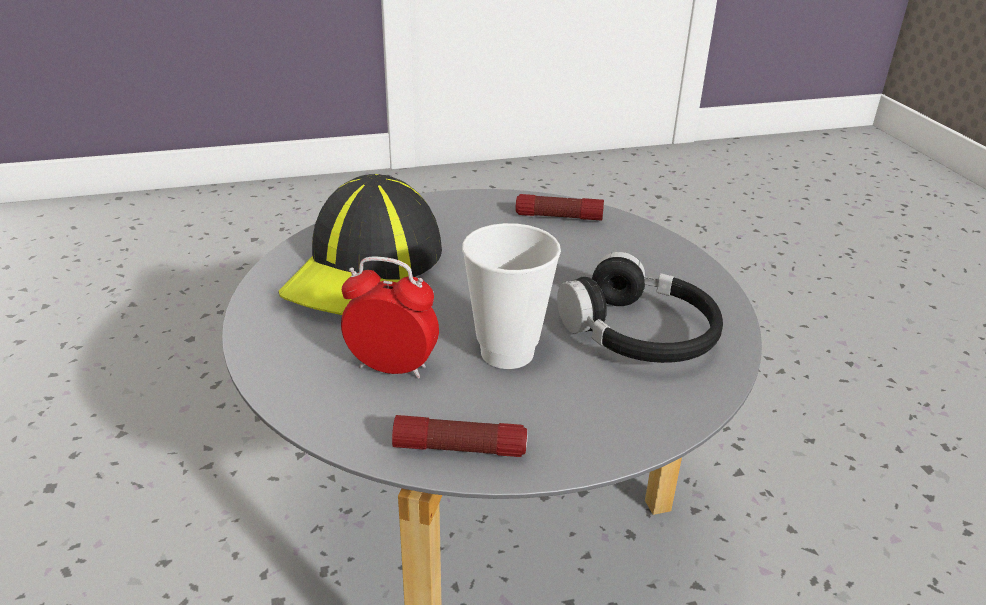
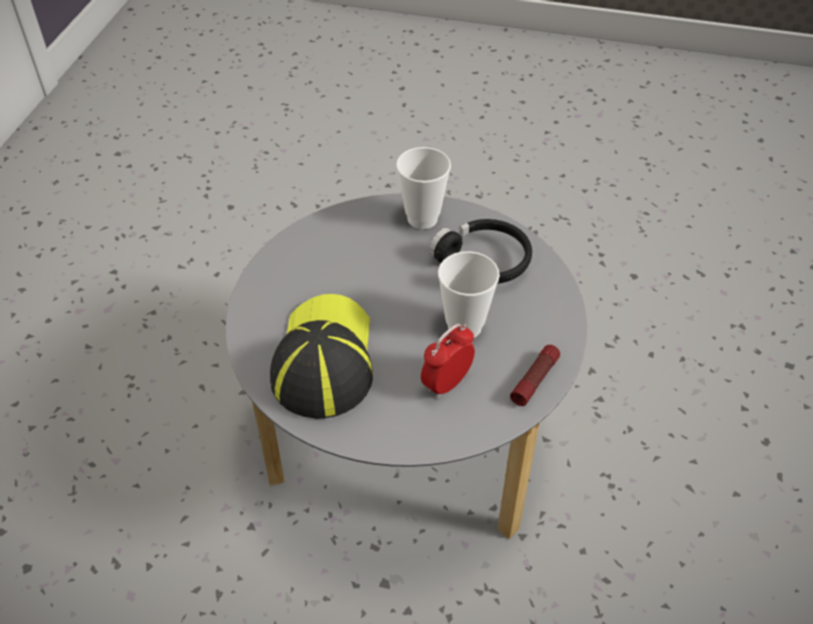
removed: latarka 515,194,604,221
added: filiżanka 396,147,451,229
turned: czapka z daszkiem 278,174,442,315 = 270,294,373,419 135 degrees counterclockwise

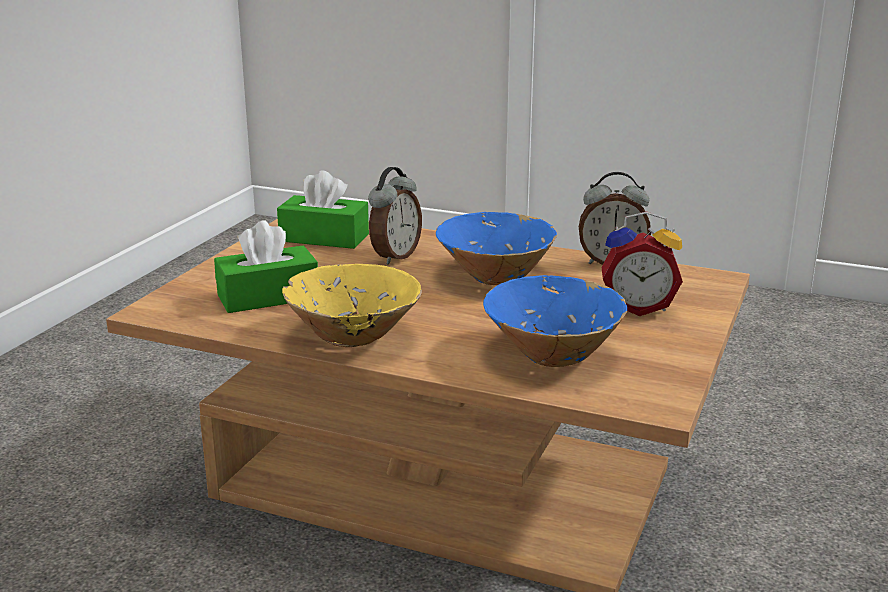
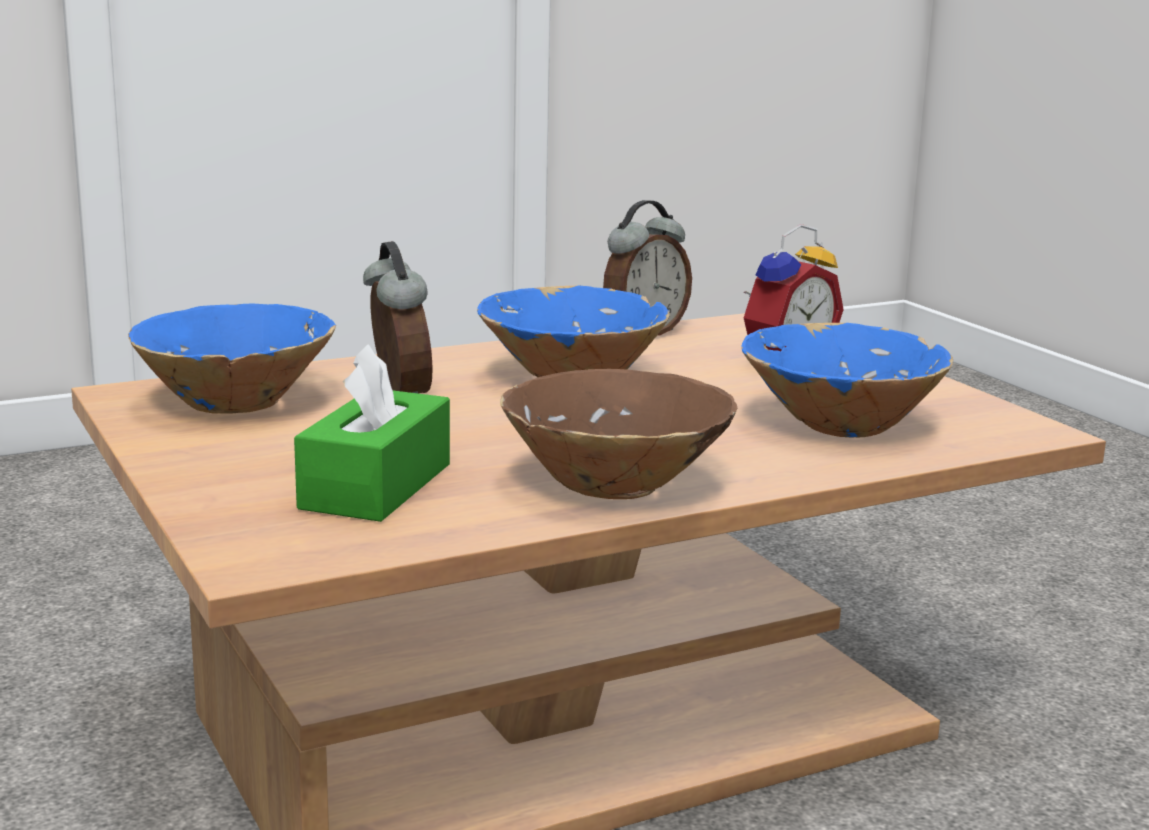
replaced: pudełko chusteczek/zielony 277,170,369,249 to miska/niebieski 128,303,336,414
recoloured: miska/żółty 282,264,422,347 to miska/brązowy 500,369,737,499

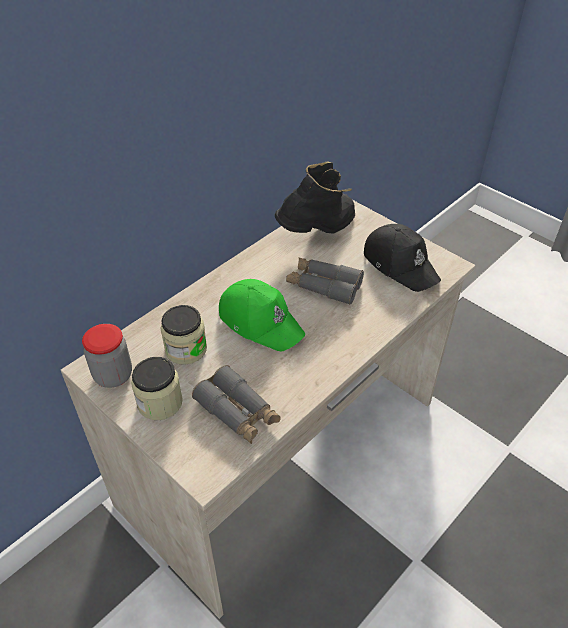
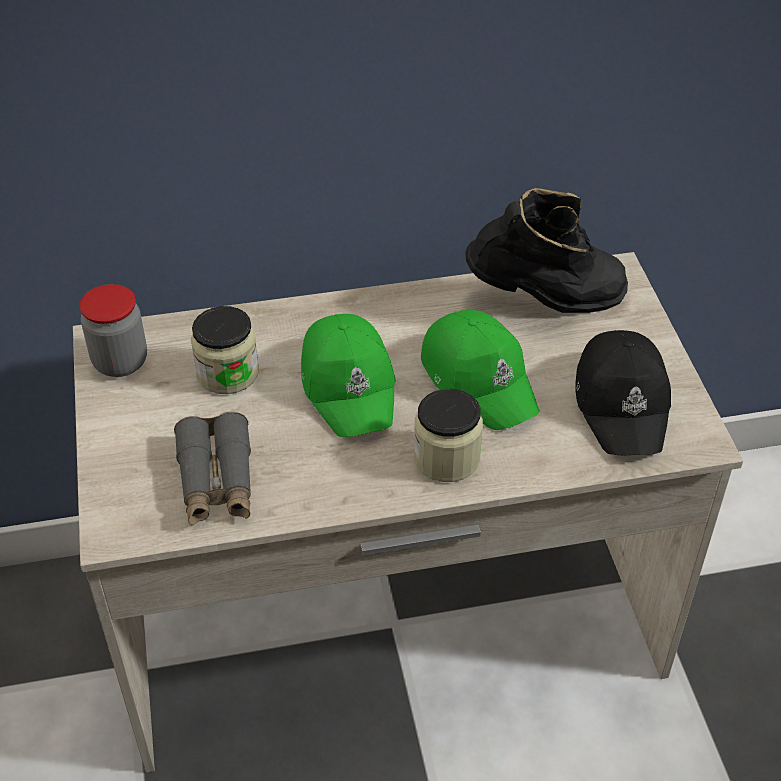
moved: słoik 131,357,183,420 to 414,389,483,482
replaced: lornetka/szary 286,257,364,305 to czapka z daszkiem/zielony 421,310,539,430

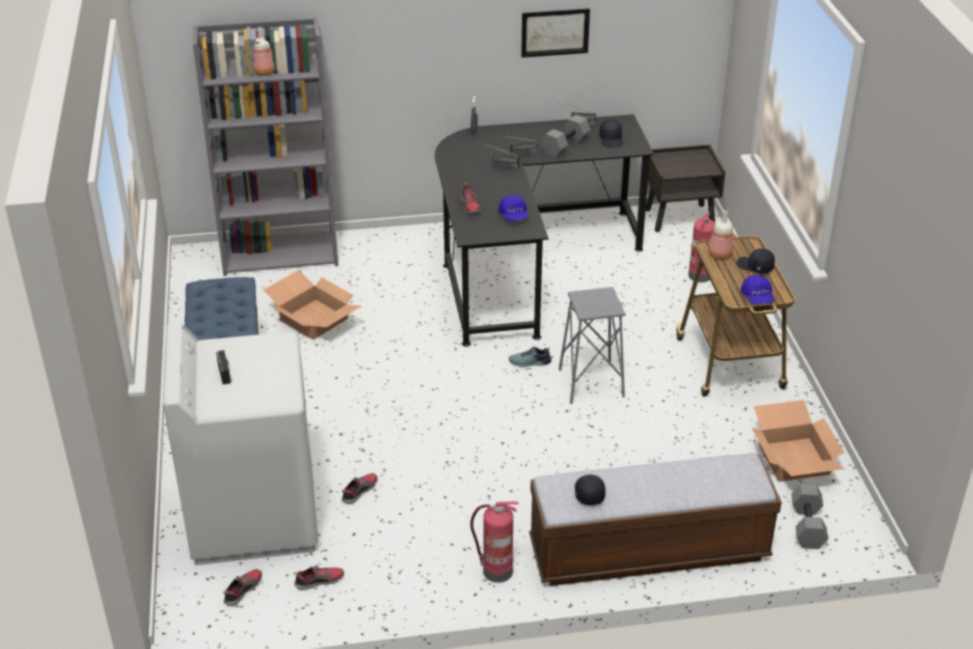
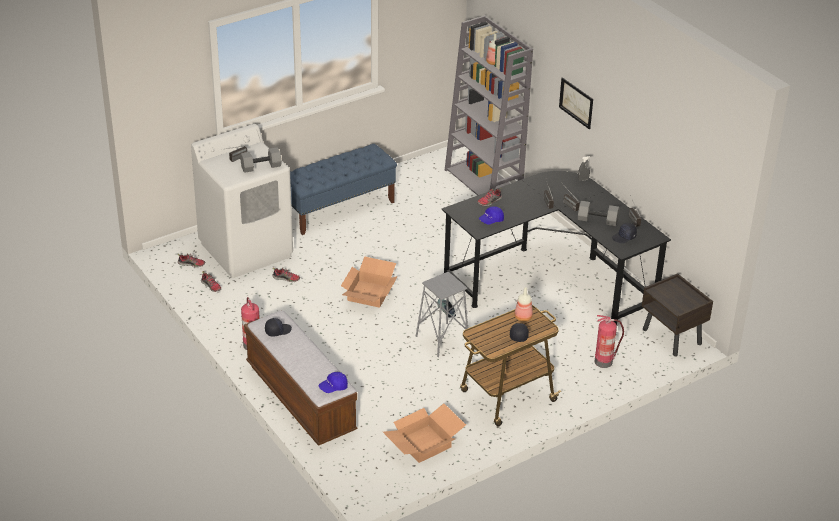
moved: karton 264,270,361,340 to 341,256,398,308; obraz 521,8,590,58 to 559,77,593,129; czapka z daszkiem/niebieski 741,275,774,304 to 319,372,348,393; hantel/szary 791,484,828,549 to 240,147,282,173

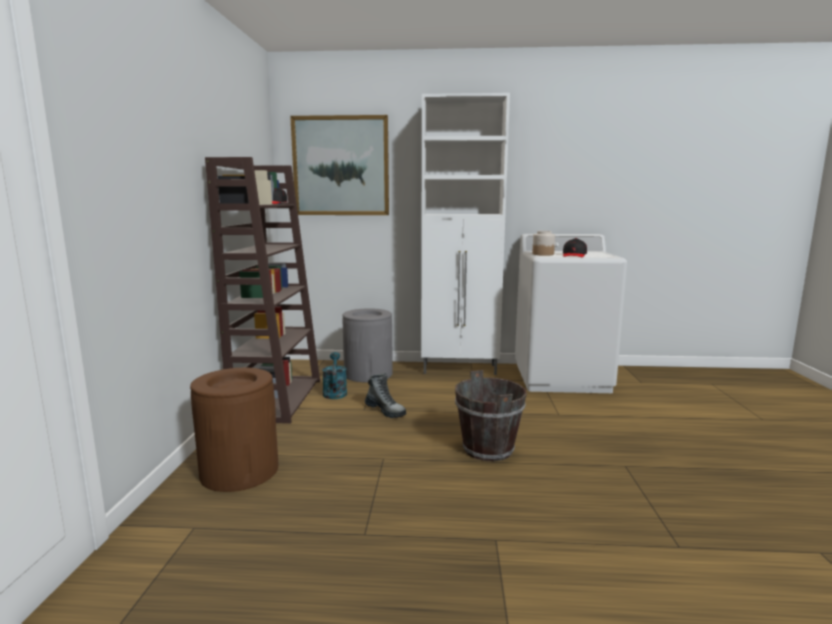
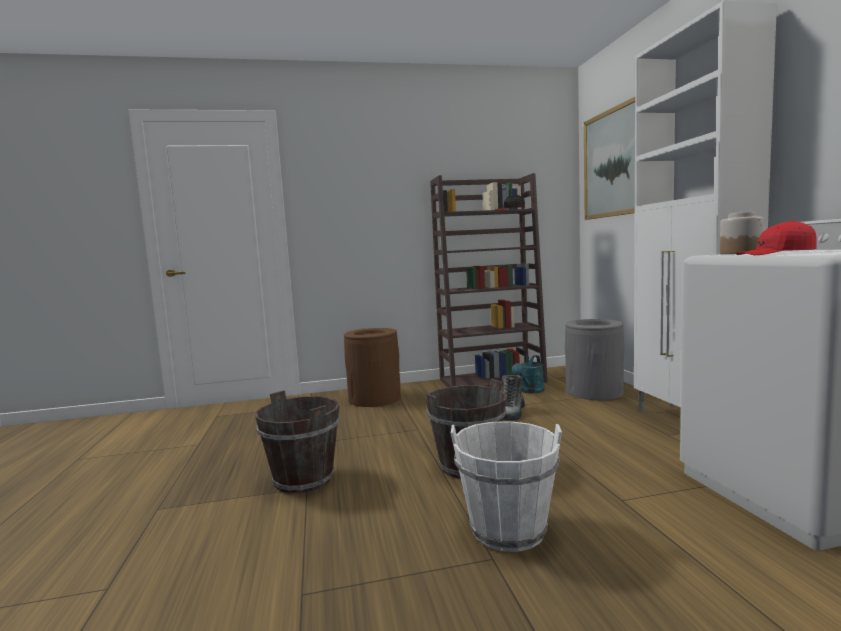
added: wiadro/brązowy 255,391,340,494; wiadro/biały 451,422,562,552
recoloured: czapka z daszkiem/czarny 563,238,587,257 to czapka z daszkiem/czerwony 736,220,817,255
turned: konewka/turkusowy 322,352,347,399 = 512,355,545,394 150 degrees clockwise

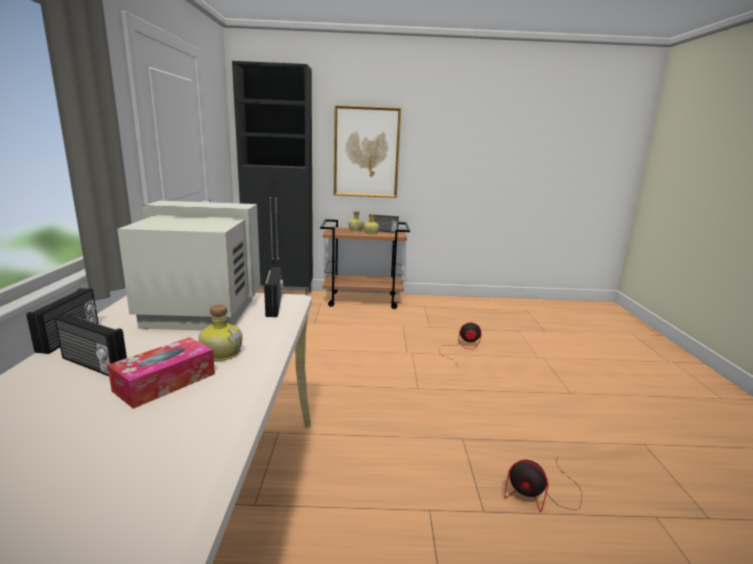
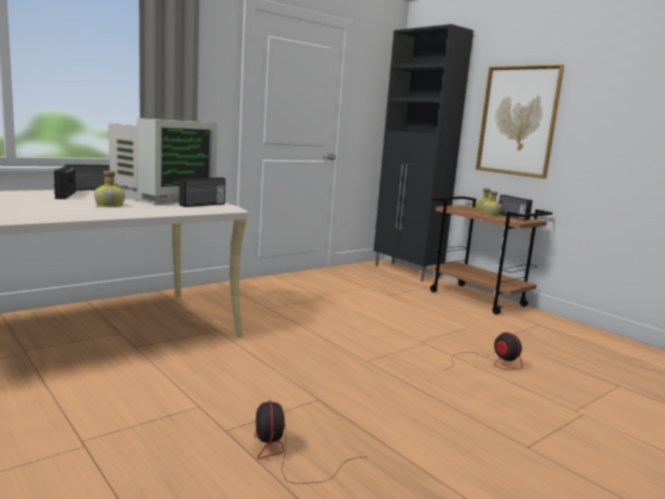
removed: pudełko chusteczek 107,337,215,409
turned: monitor 117,201,261,330 = 109,118,218,205 75 degrees clockwise

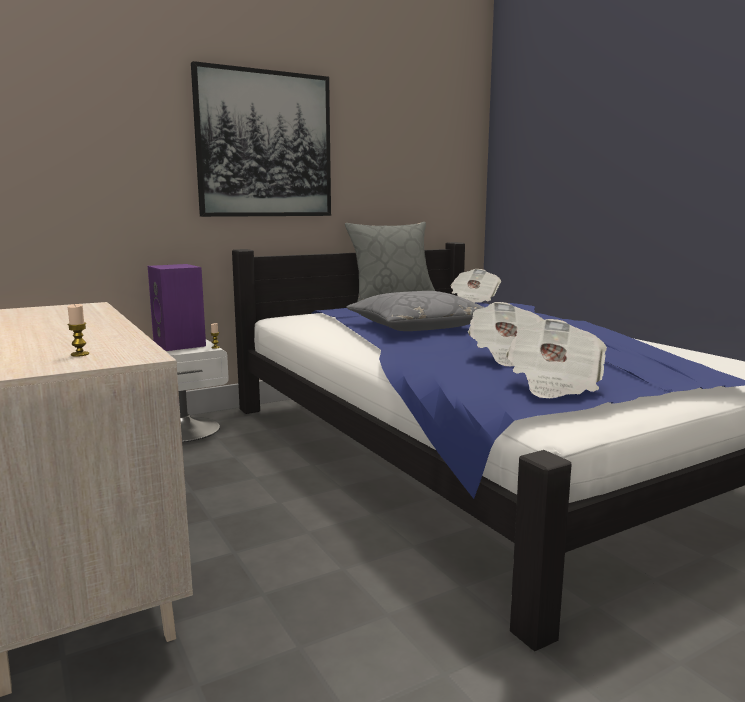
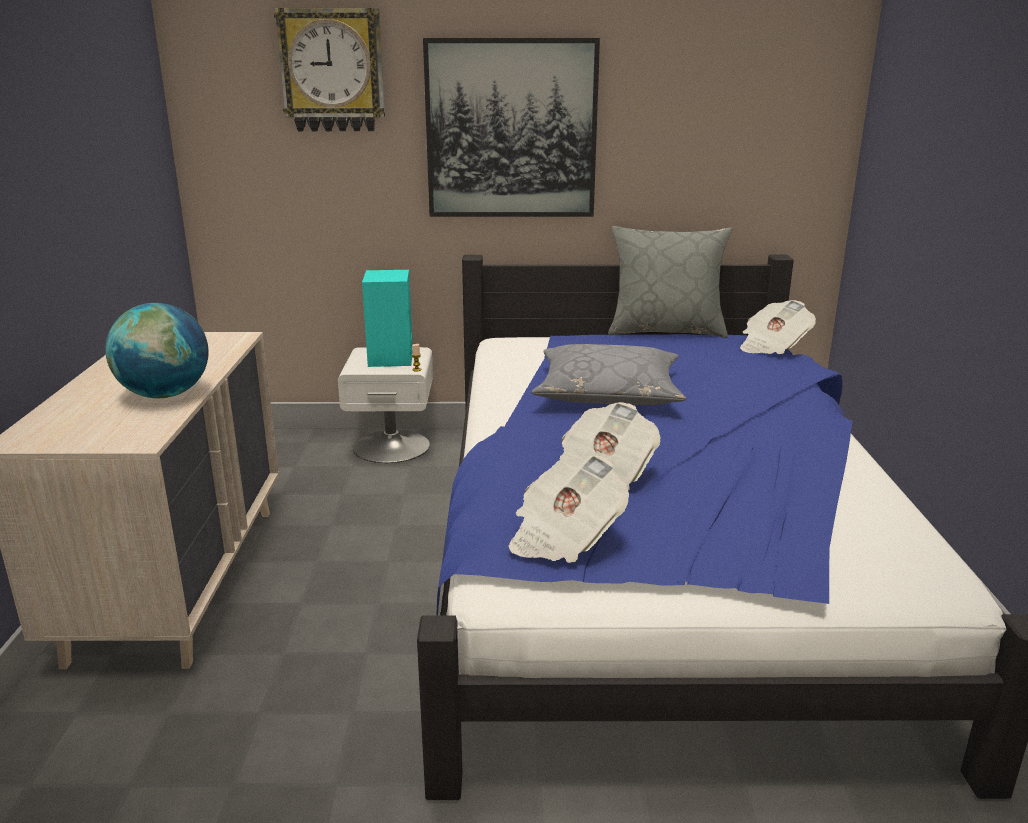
removed: świeca 67,304,89,357
added: globus 105,303,208,398; zegar ścienny 274,8,385,131
recoloured: głośnik/fioletowy 148,264,206,351 to głośnik/turkusowy 362,270,413,367

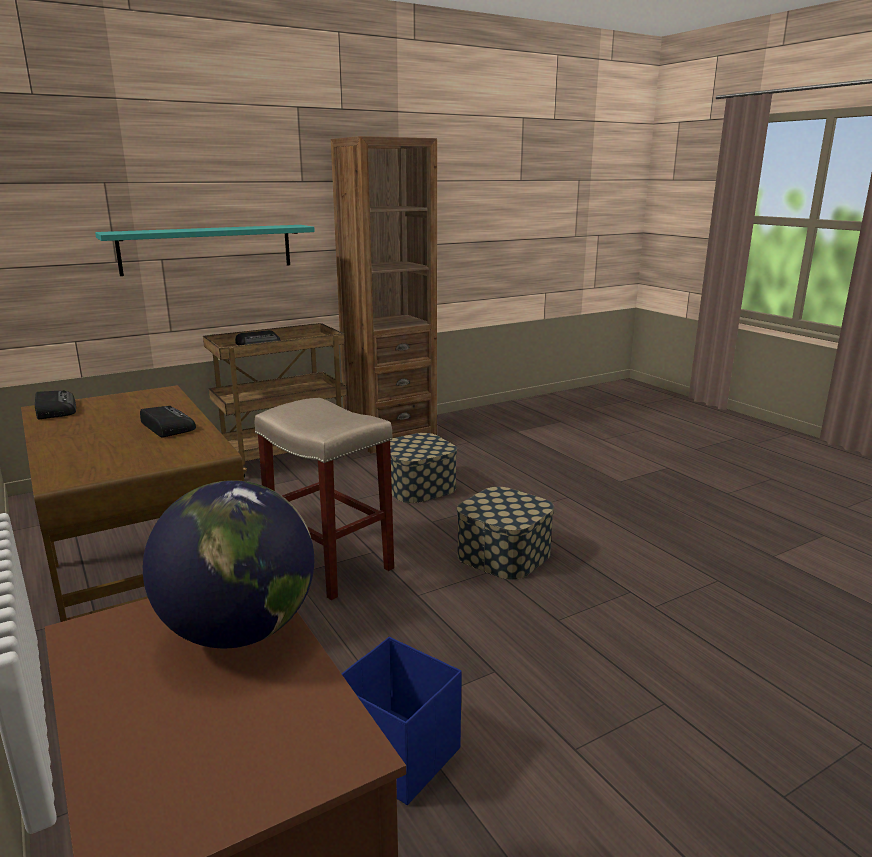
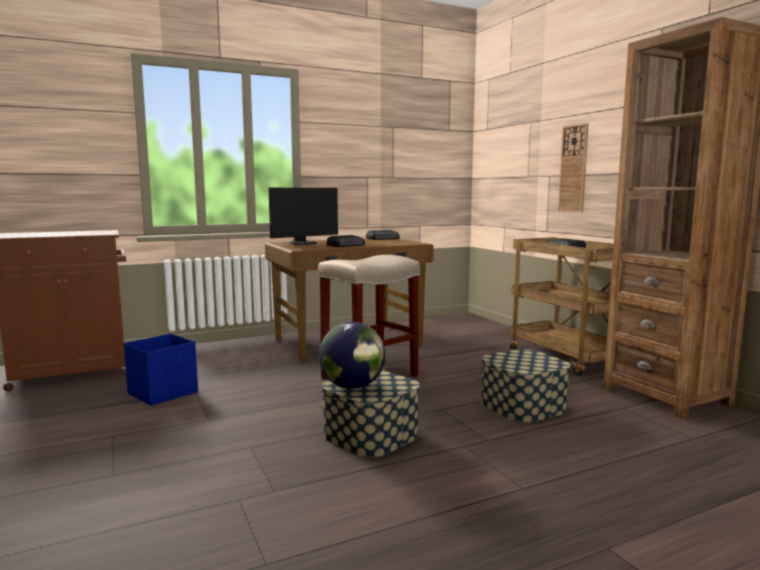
added: monitor 269,188,338,245
moved: globus 143,480,314,648 to 319,322,385,389
replaced: półka/turkusowy 95,225,315,276 to zegar ścienny 558,123,589,212

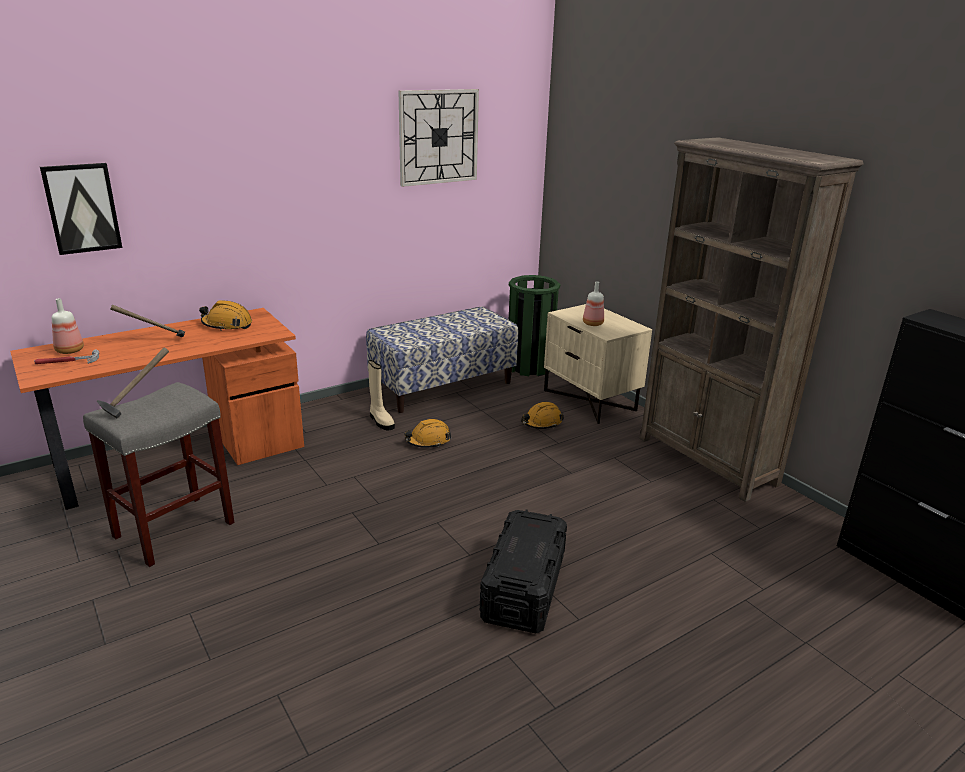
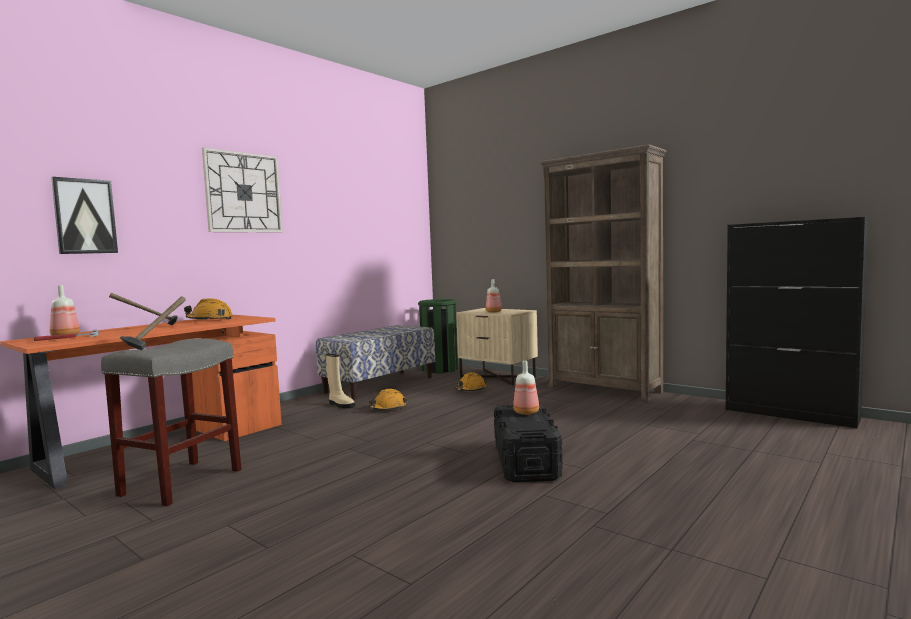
added: butelka 513,361,539,415
moved: zegar ścienny 399,89,479,187 to 202,148,283,233

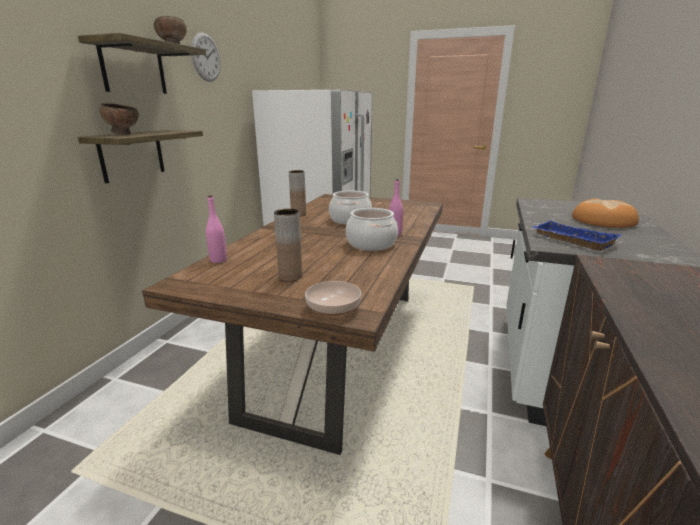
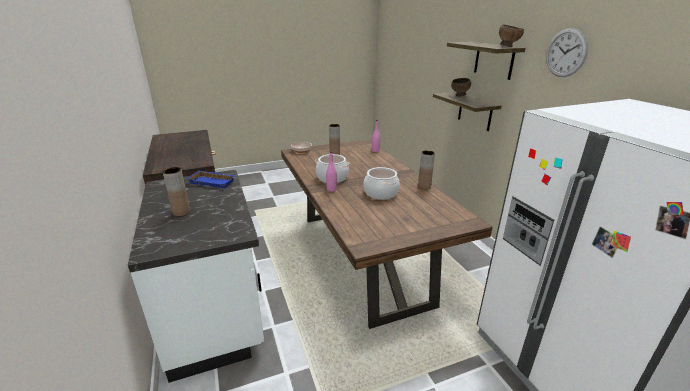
replaced: chleb 572,199,639,228 to wazon/brązowy 163,167,190,216

